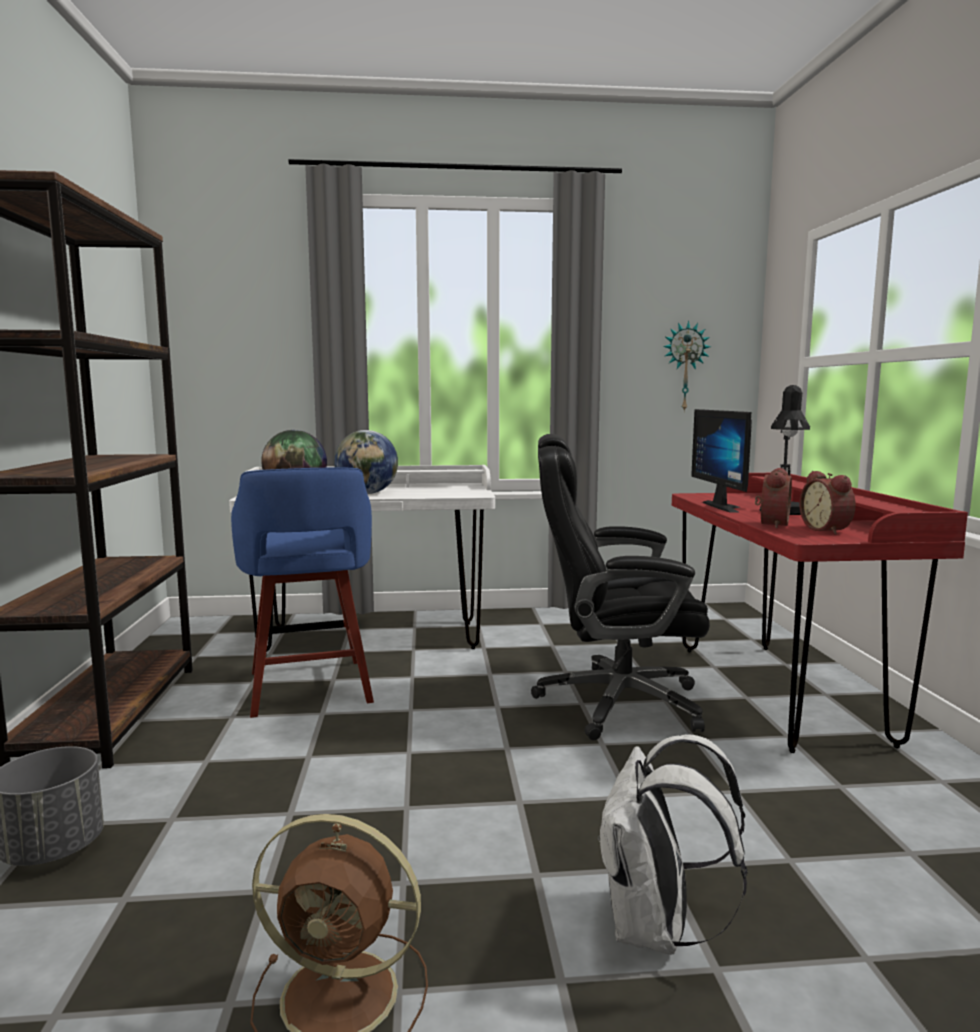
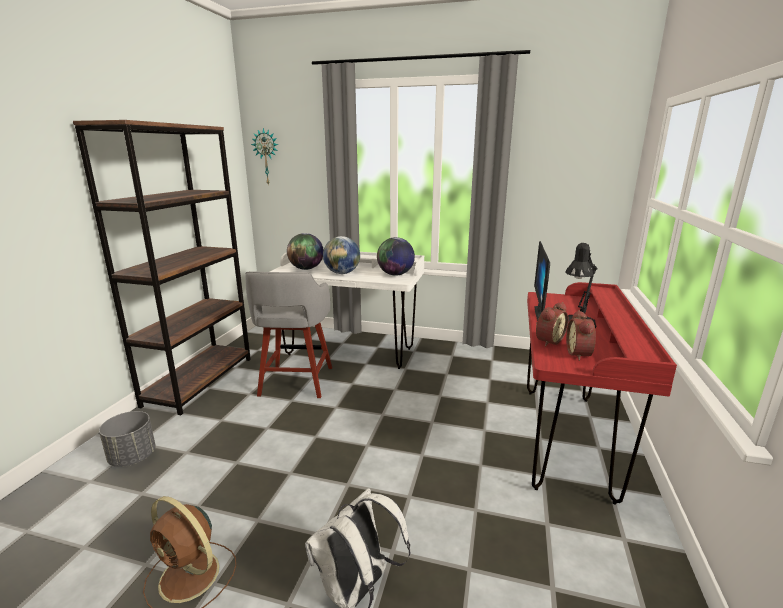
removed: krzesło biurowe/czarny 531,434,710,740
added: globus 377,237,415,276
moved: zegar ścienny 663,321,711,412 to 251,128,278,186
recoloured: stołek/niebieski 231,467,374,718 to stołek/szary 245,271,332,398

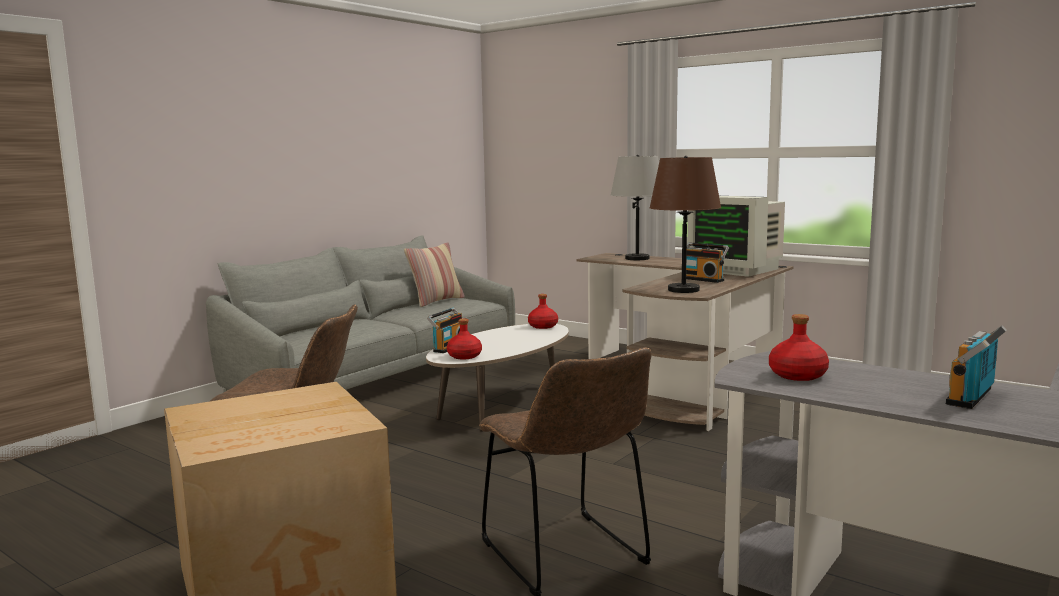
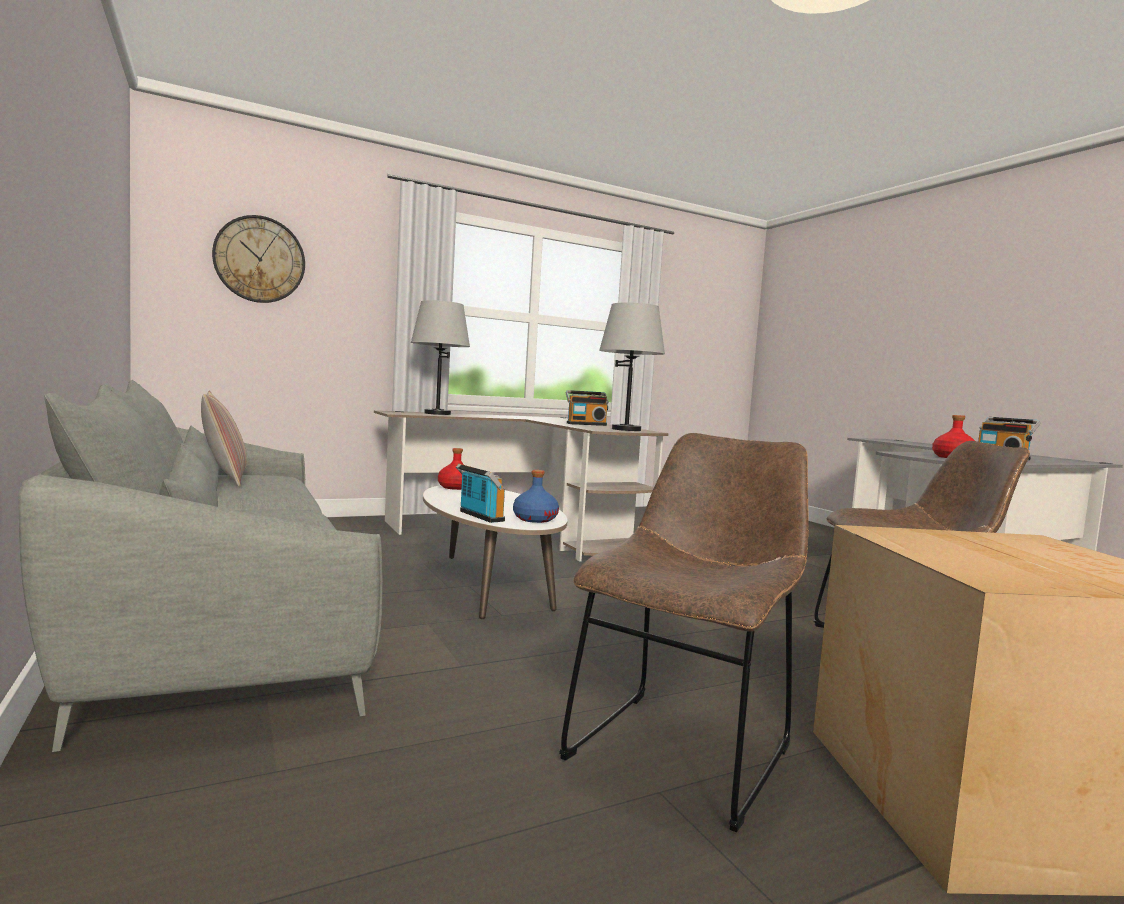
removed: monitor 687,196,785,277
added: zegar ścienny 212,215,305,303
recoloured: butelka/czerwony 447,319,482,359 to butelka/niebieski 513,470,559,523; lampa stołowa/brązowy 650,156,721,293 to lampa stołowa/szary 599,302,665,431

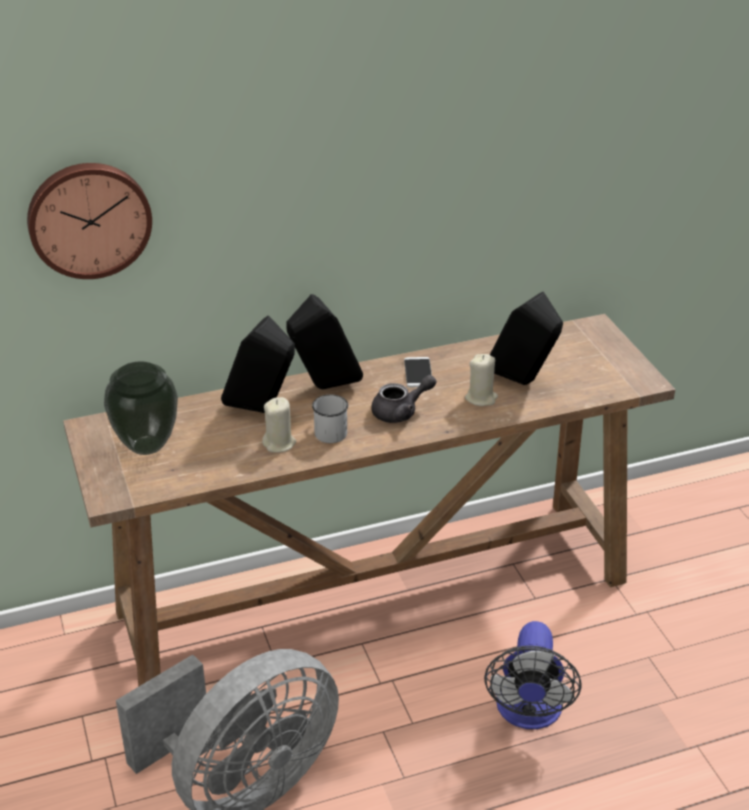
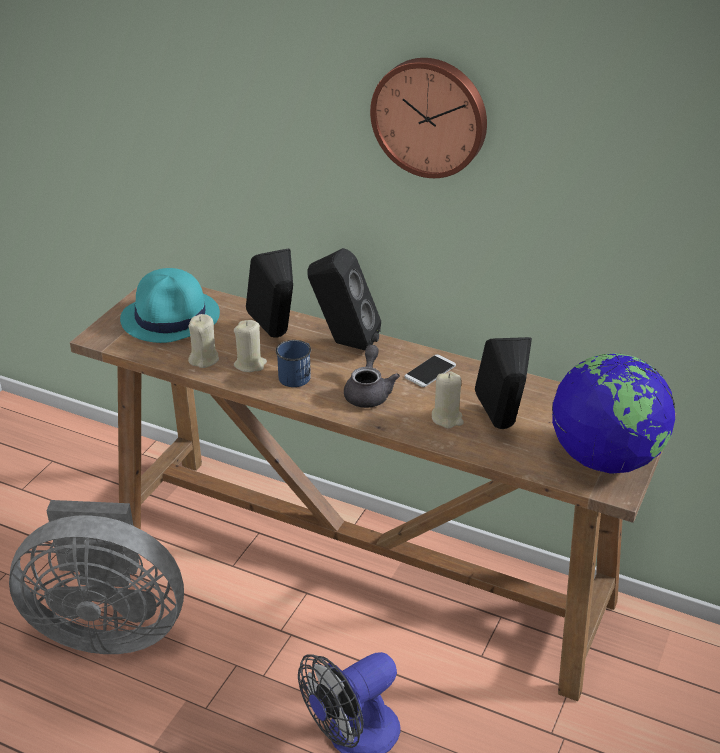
added: świeca/beżowy 188,314,219,368; globus 552,353,675,474
moved: zegar ścienny 27,163,152,279 to 370,58,487,178
replaced: wazon 104,361,178,455 to kapelusz/turkusowy 120,268,220,343
recoloured: kubek/biały 312,395,348,443 to kubek/niebieski 276,340,311,387
turned: imbryk/szary 371,375,436,423 = 344,345,400,408 105 degrees counterclockwise

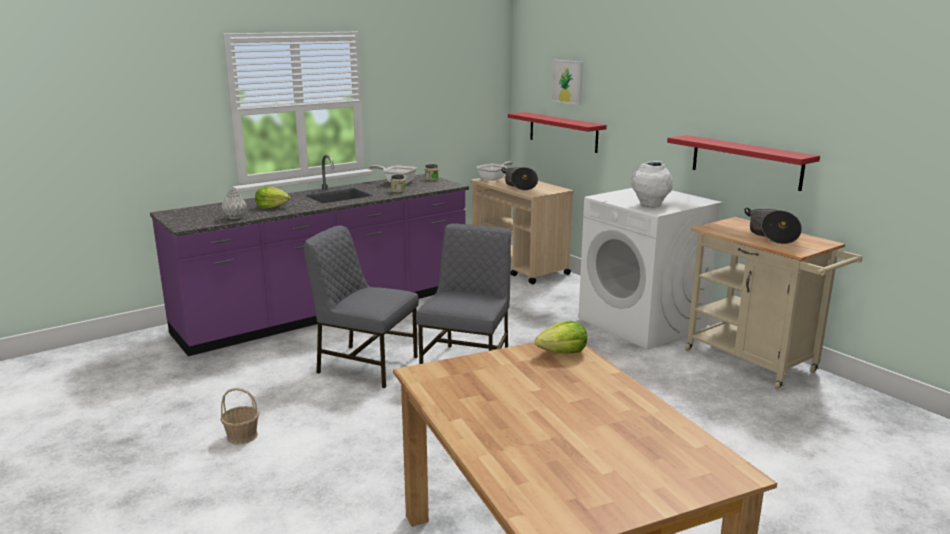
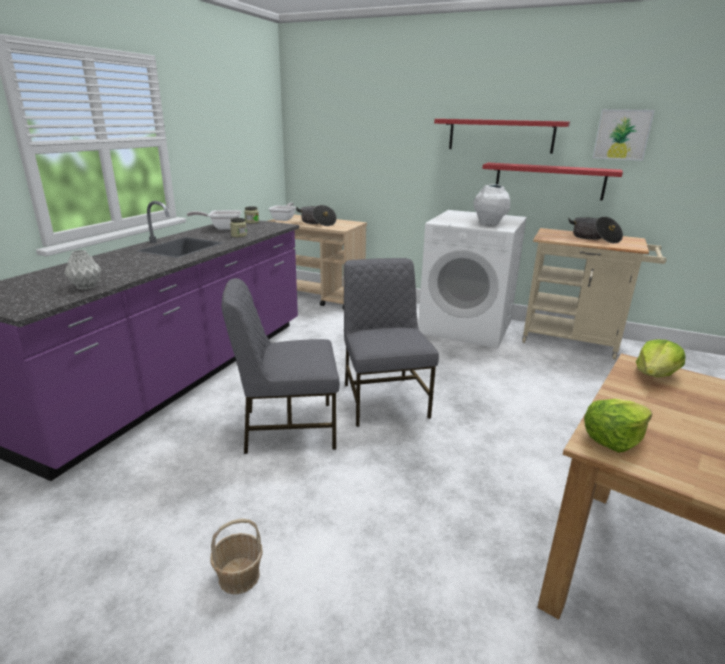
moved: sałata 255,187,290,208 to 584,399,652,453; półka/czerwony 508,112,607,153 to 434,119,570,154; obraz 551,60,583,105 to 593,109,655,161

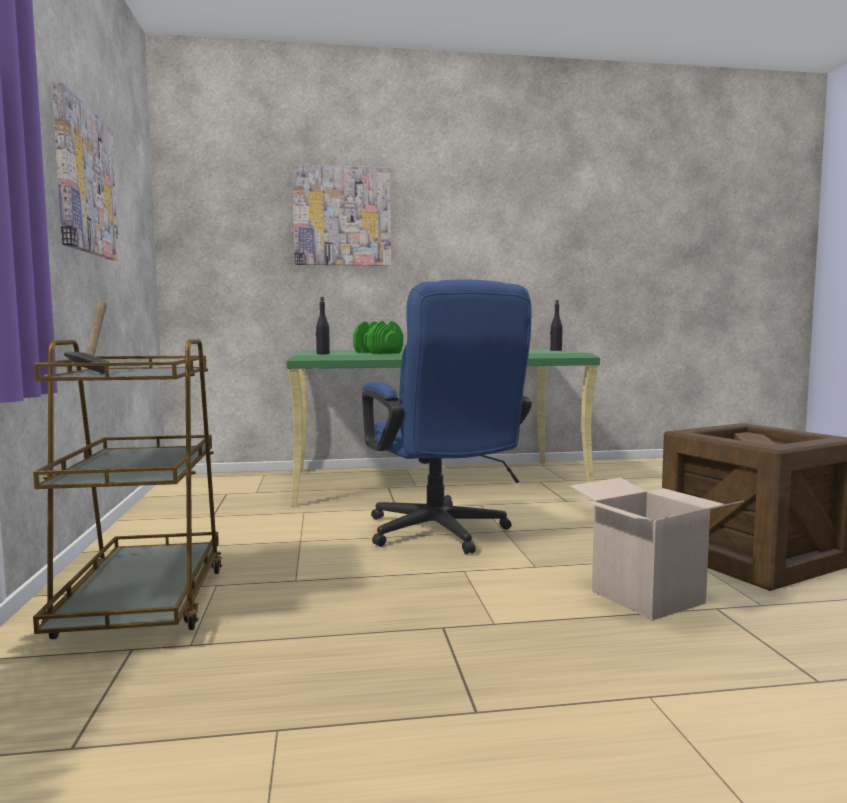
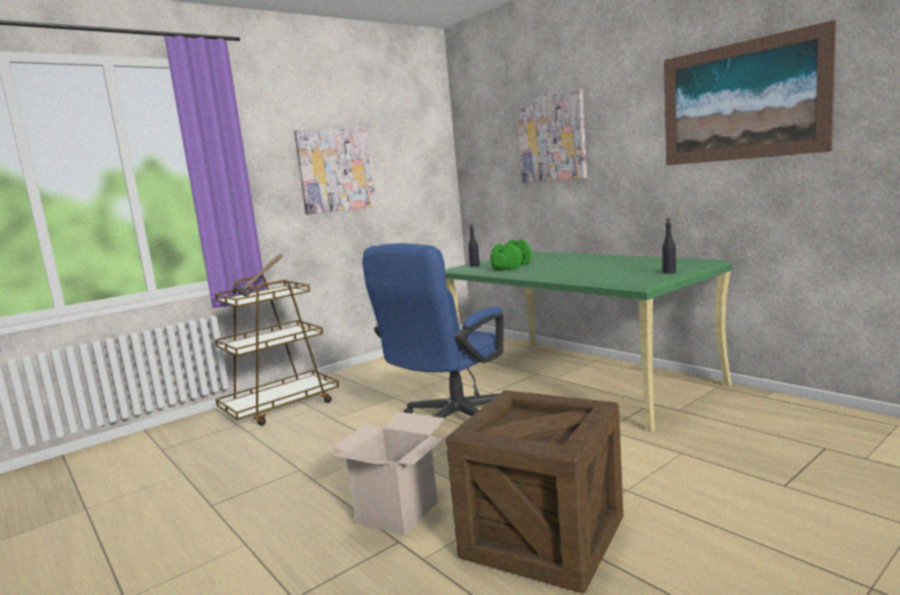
added: obraz 664,20,836,166

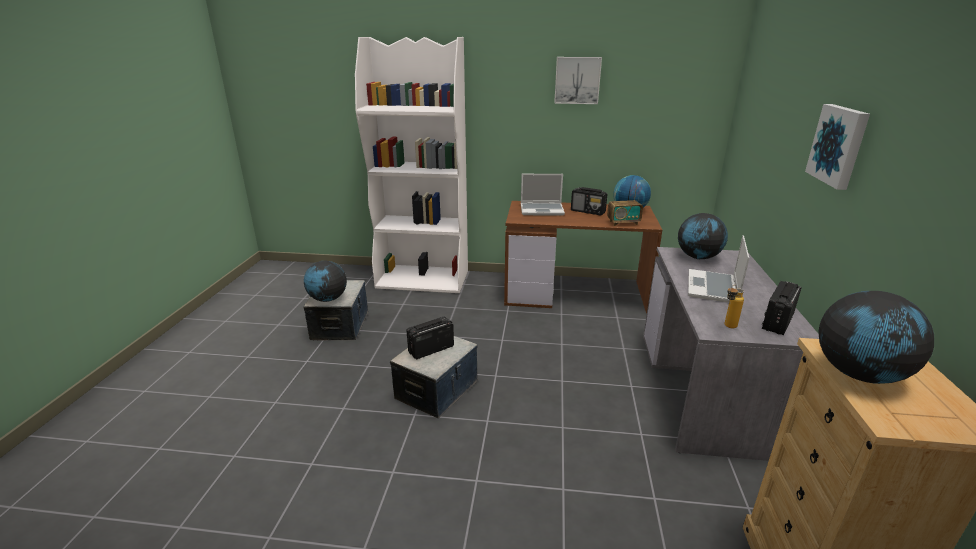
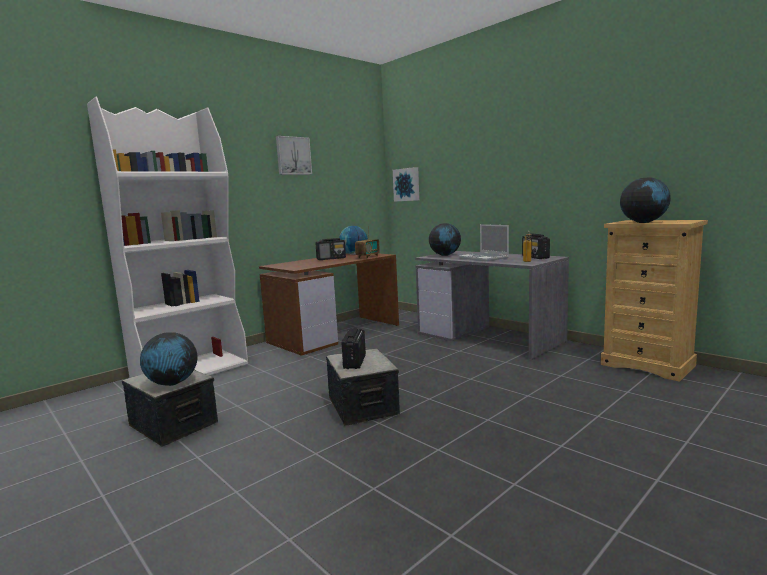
removed: laptop 521,174,565,216
moved: obraz 805,104,870,190 to 393,167,419,202

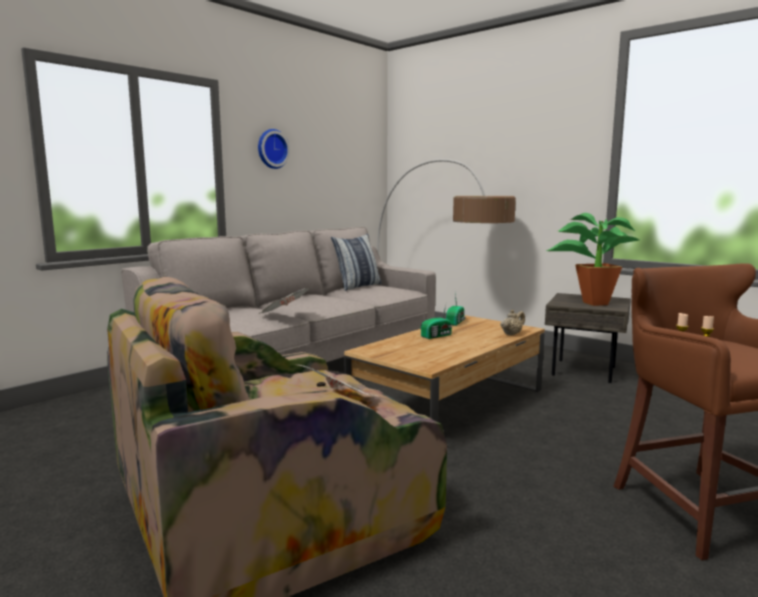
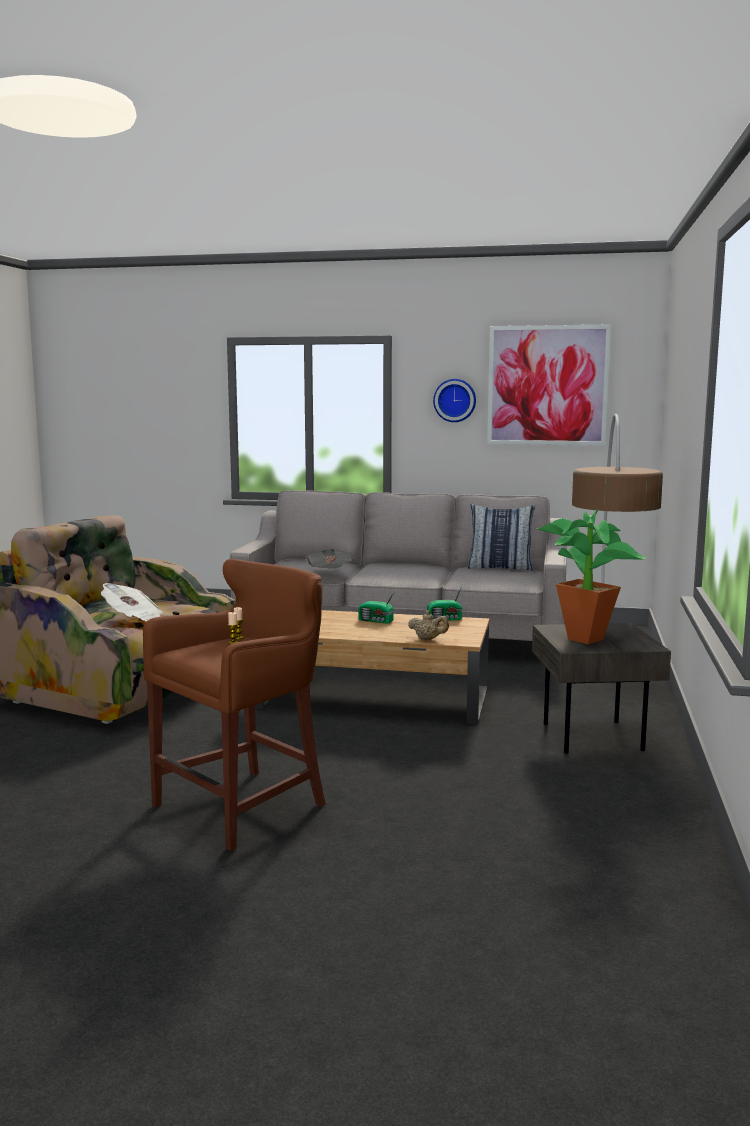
added: obraz 487,324,611,446

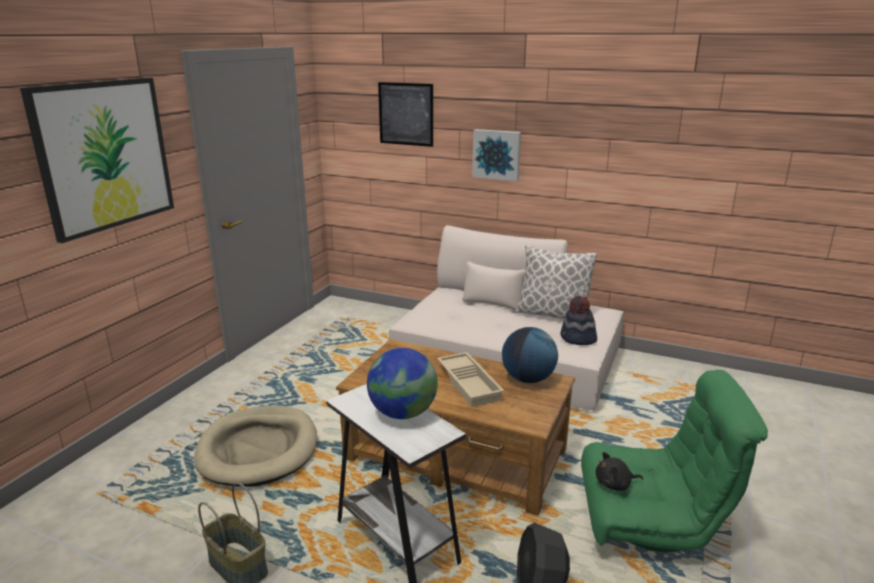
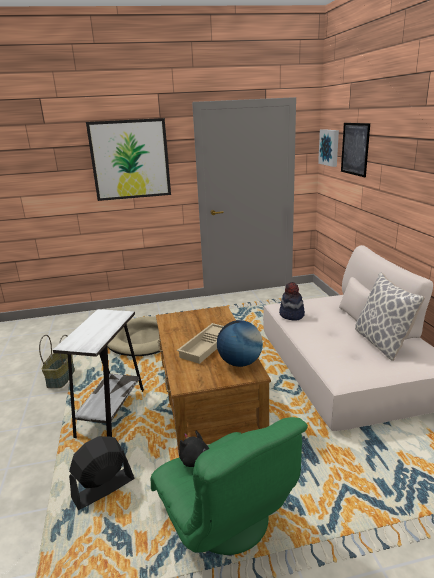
removed: globus 367,348,438,419
moved: obraz 472,129,521,181 to 318,129,339,167; kapelusz 560,296,597,345 to 279,282,305,321

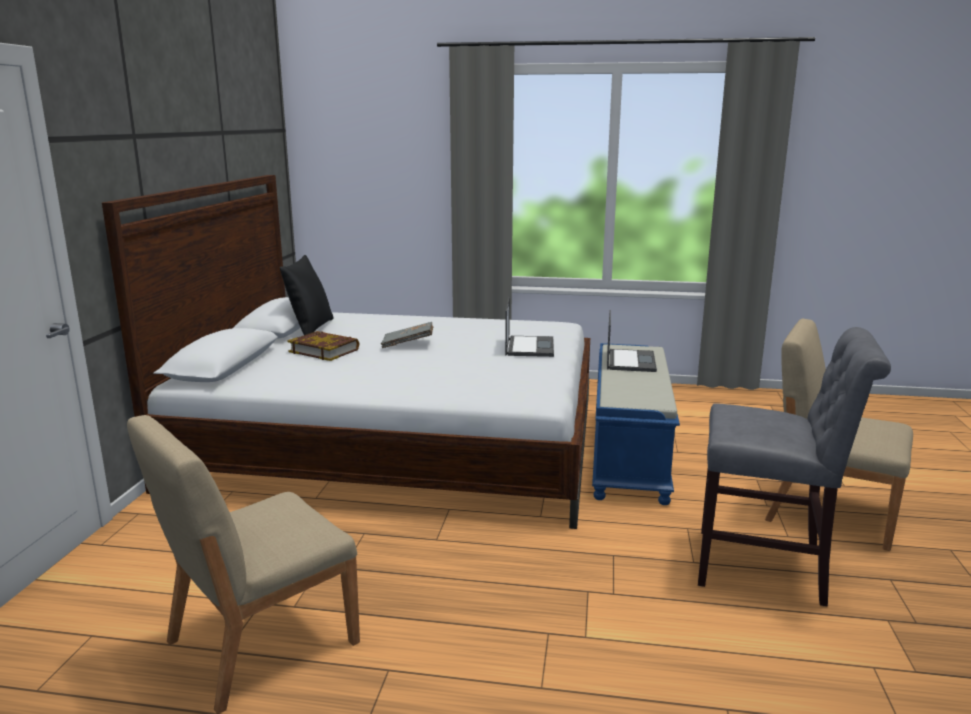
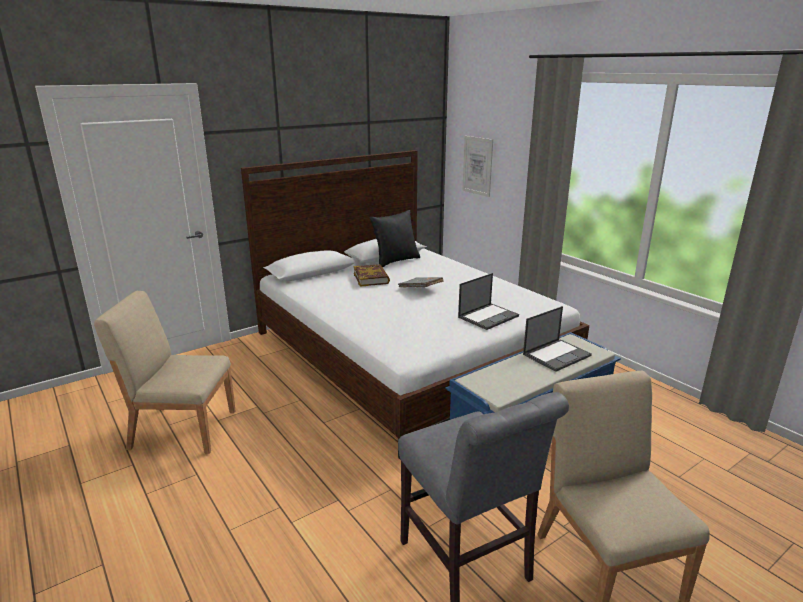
added: obraz 462,136,493,197

